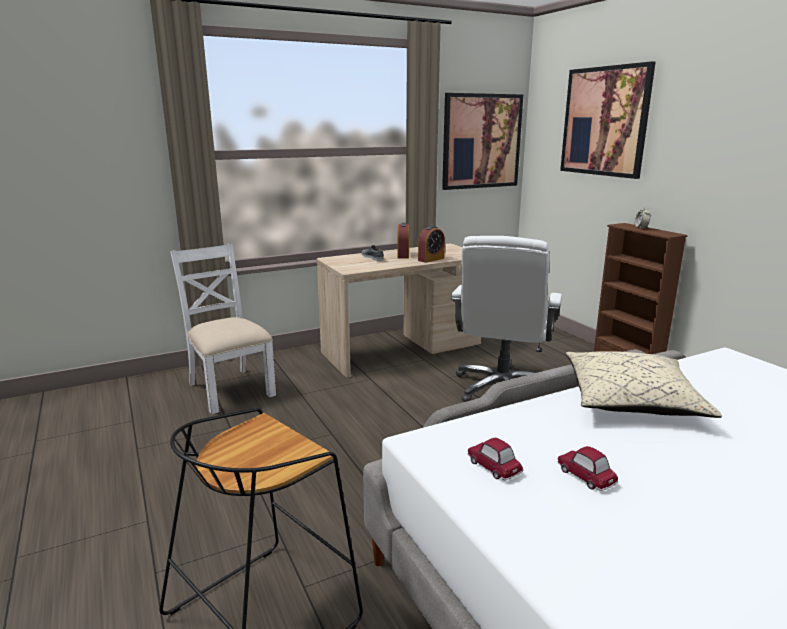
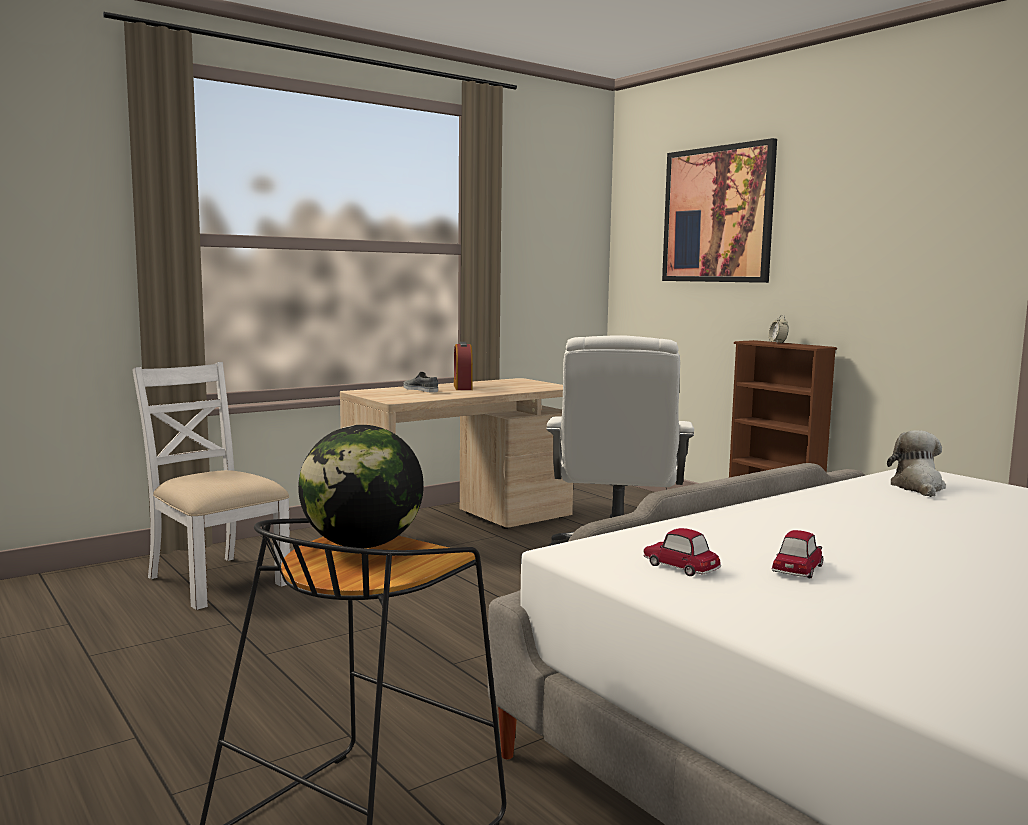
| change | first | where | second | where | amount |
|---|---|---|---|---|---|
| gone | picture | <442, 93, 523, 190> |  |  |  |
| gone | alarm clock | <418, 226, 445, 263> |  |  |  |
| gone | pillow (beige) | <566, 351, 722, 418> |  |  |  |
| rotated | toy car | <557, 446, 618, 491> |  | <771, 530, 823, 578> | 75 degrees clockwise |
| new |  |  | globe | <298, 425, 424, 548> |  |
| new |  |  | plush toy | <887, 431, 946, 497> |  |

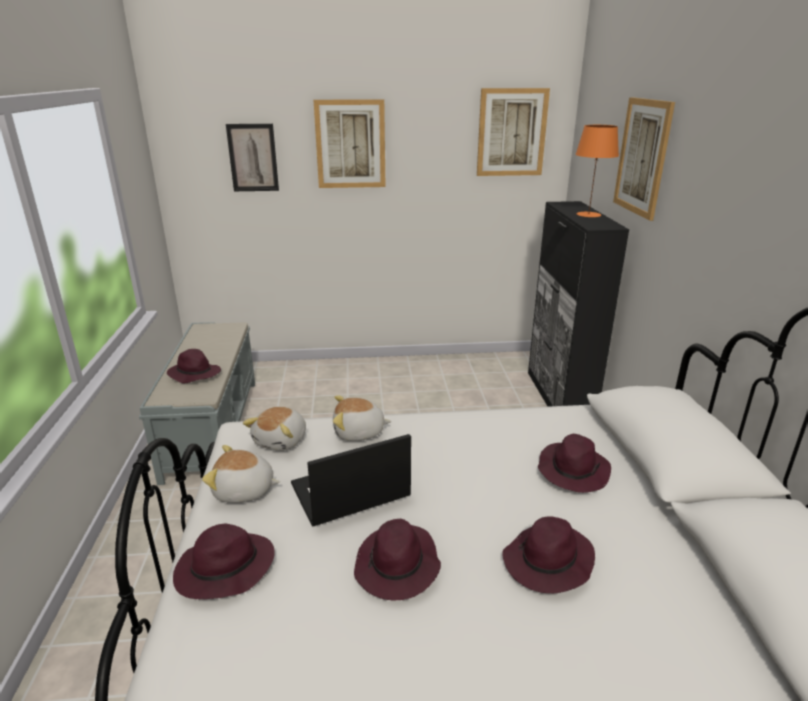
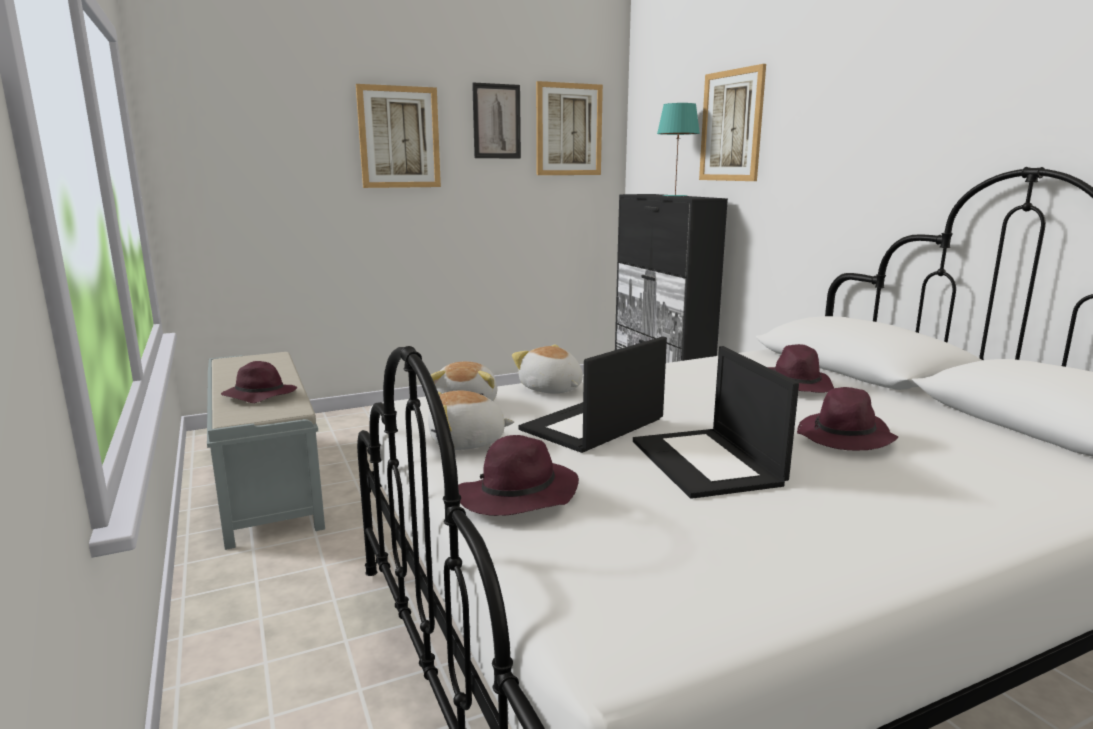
| change | first | where | second | where | amount |
|---|---|---|---|---|---|
| shifted | picture | <226, 124, 279, 191> |  | <472, 82, 521, 158> |  |
| repainted | table lamp (orange) | <575, 125, 619, 217> | table lamp (turquoise) | <657, 103, 700, 196> |  |
| rotated | plush toy | <333, 395, 392, 441> |  | <512, 345, 583, 393> | 75 degrees clockwise |
| swapped | hat (purple) | <354, 519, 441, 600> | laptop | <633, 346, 799, 499> |  |

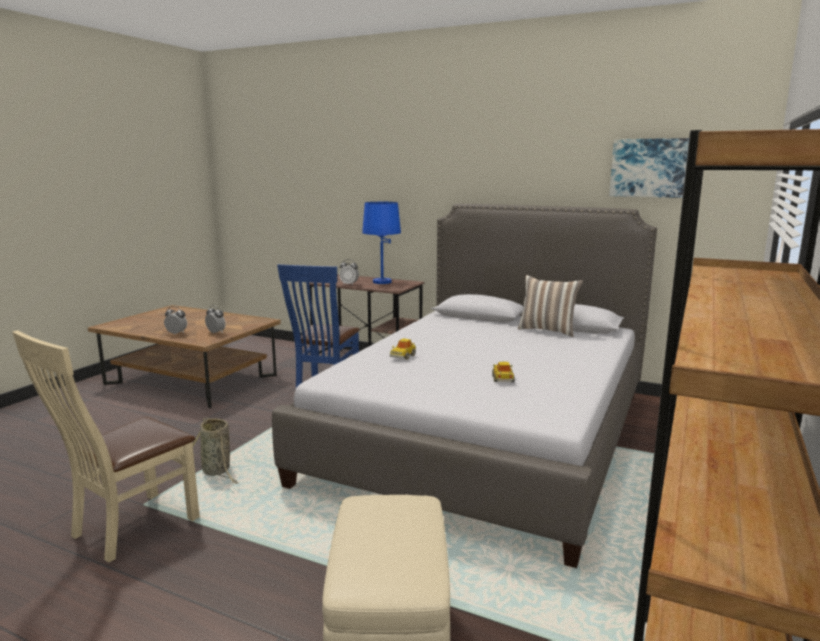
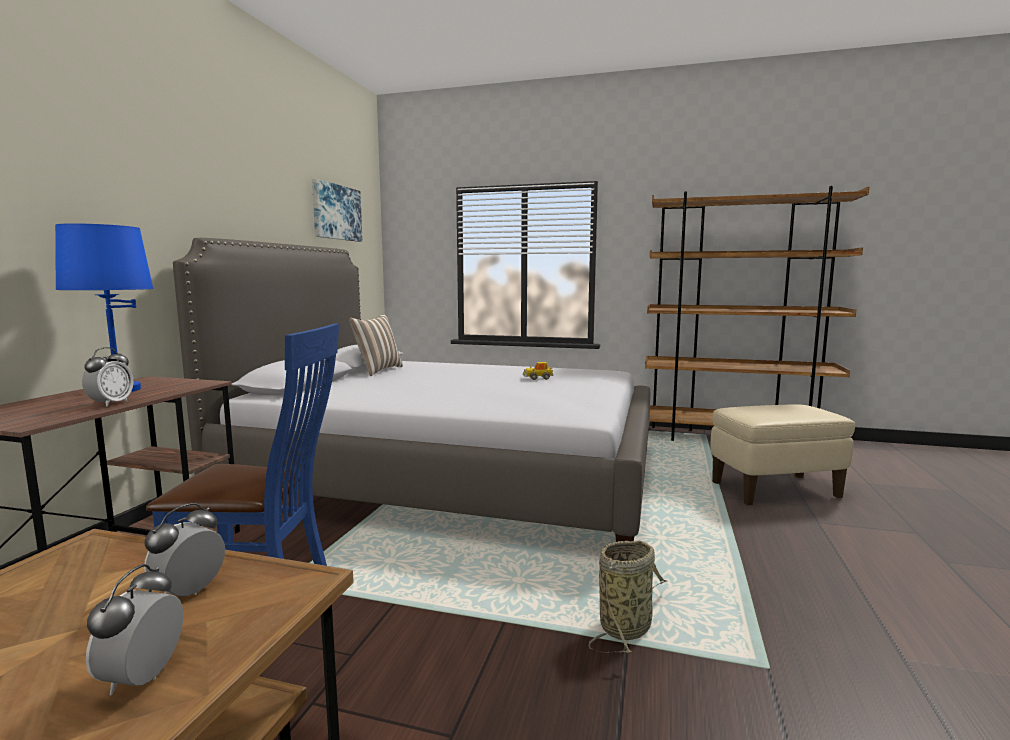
| change | first | where | second | where | amount |
|---|---|---|---|---|---|
| gone | chair (beige) | <12, 330, 200, 563> |  |  |  |
| gone | toy car | <390, 338, 416, 360> |  |  |  |

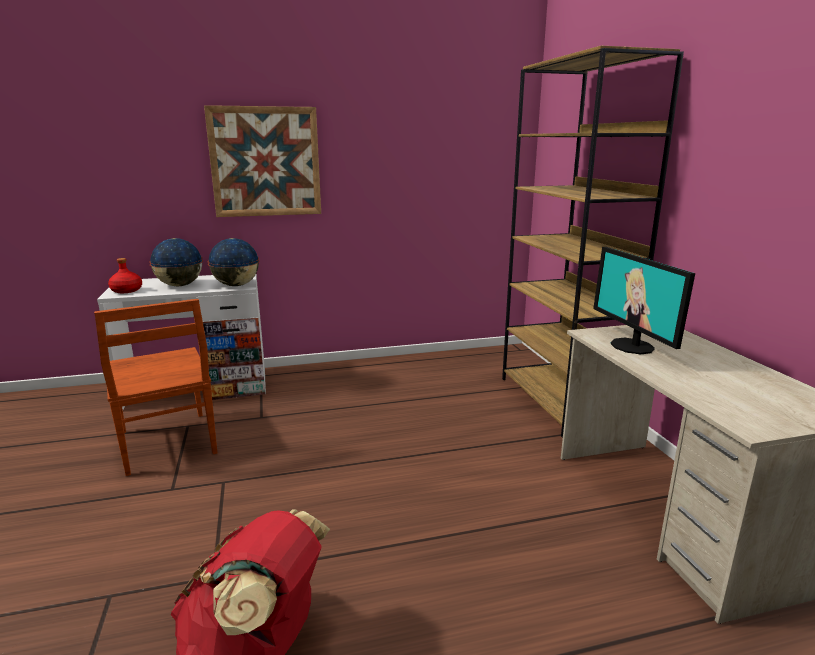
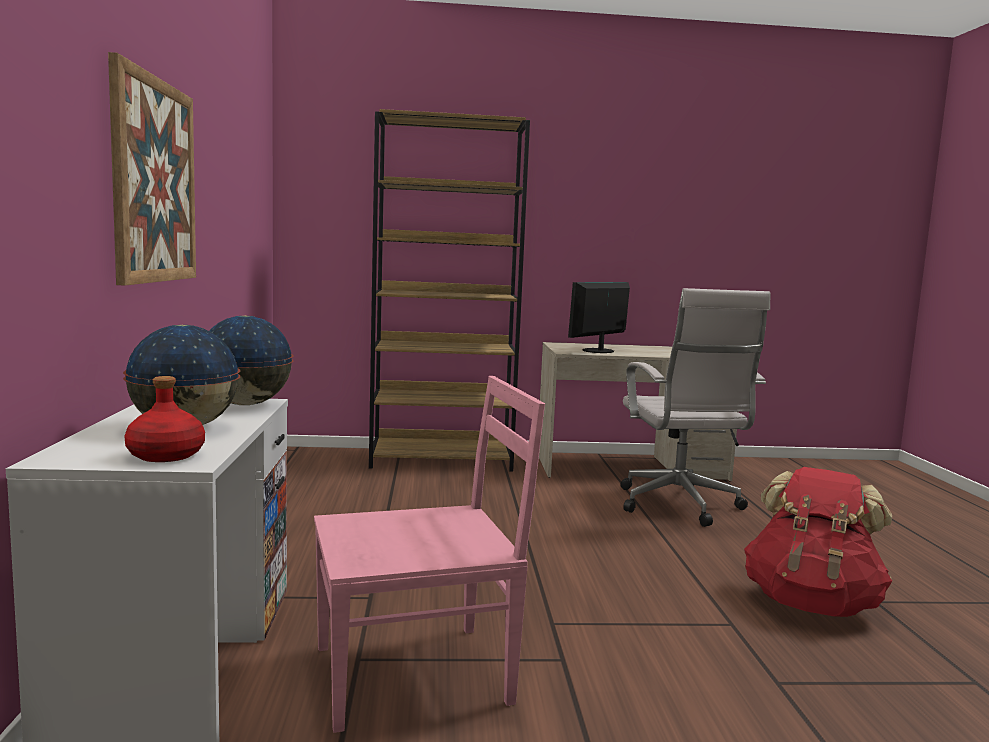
| change | first | where | second | where | amount |
|---|---|---|---|---|---|
| rotated | monitor | <593, 247, 695, 354> |  | <568, 282, 630, 353> | 135 degrees clockwise |
| repainted | chair (brown) | <94, 299, 217, 476> | chair (pink) | <314, 376, 545, 733> |  |
| new |  |  | office chair (white) | <620, 288, 771, 527> |  |

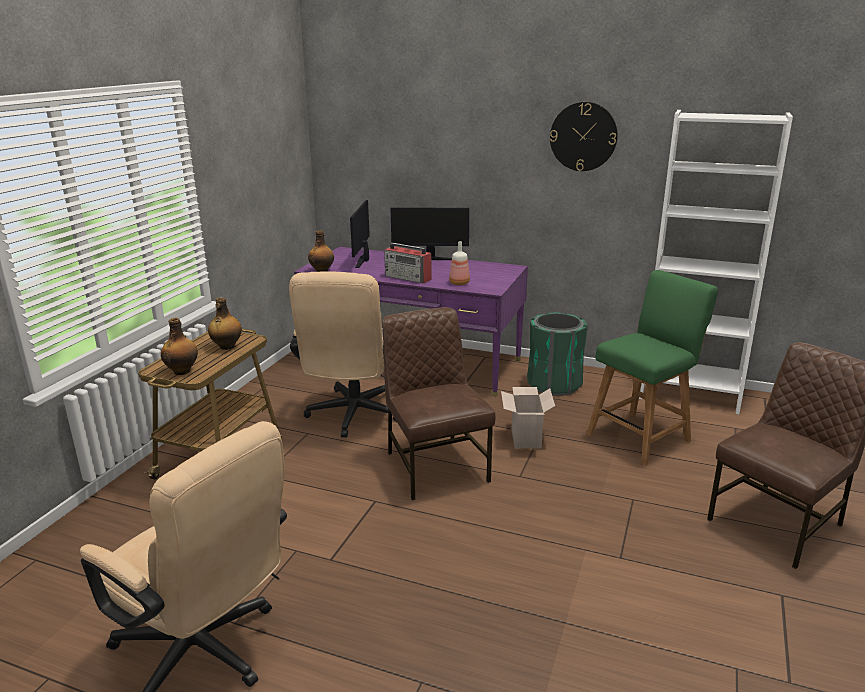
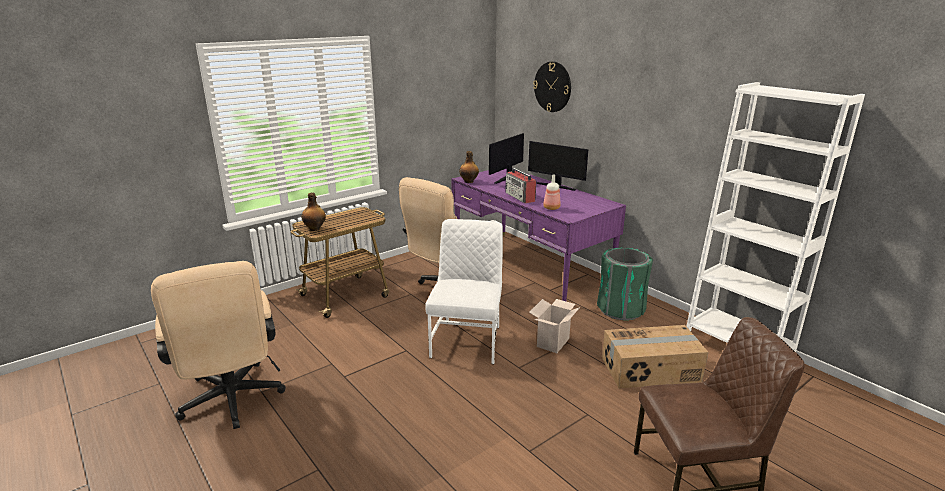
| change | first | where | second | where | amount |
|---|---|---|---|---|---|
| shifted | wall clock | <550, 102, 618, 171> |  | <533, 62, 571, 112> |  |
| swapped | chair (green) | <587, 270, 718, 466> | cardboard box | <602, 325, 708, 389> |  |
| gone | bottle | <208, 297, 242, 350> |  |  |  |
| repainted | chair (brown) | <382, 307, 495, 500> | chair (white) | <426, 219, 503, 364> |  |

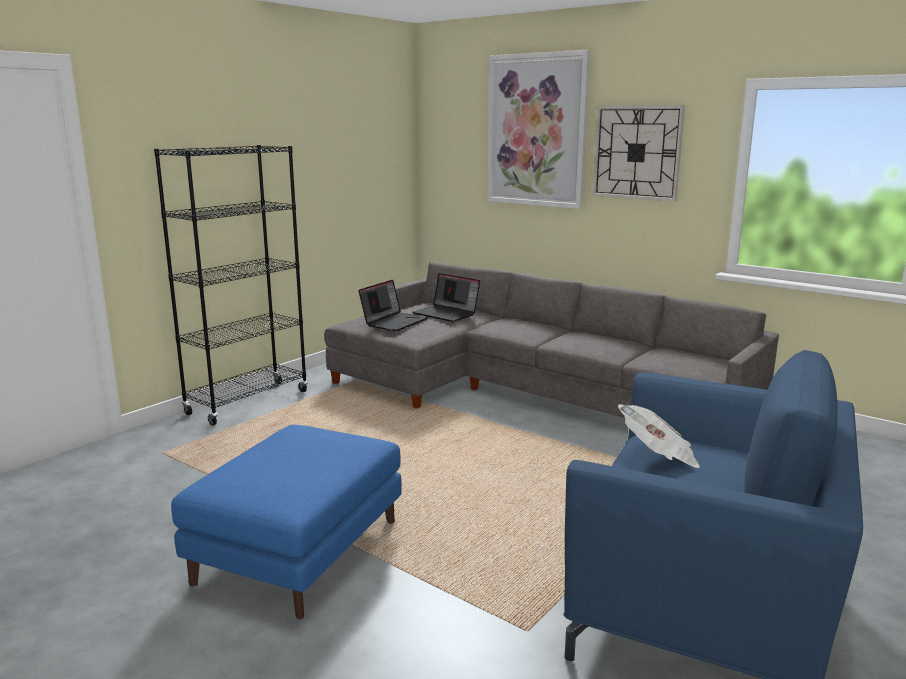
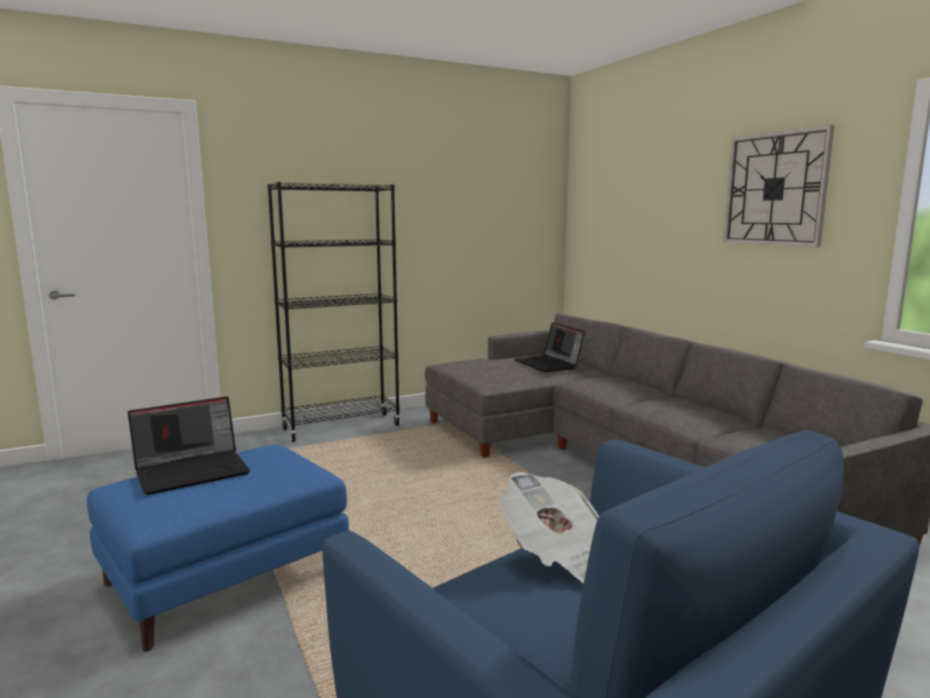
| change | first | where | second | where | amount |
|---|---|---|---|---|---|
| gone | picture | <487, 50, 590, 209> |  |  |  |
| shifted | laptop | <358, 280, 428, 331> |  | <128, 396, 250, 495> |  |

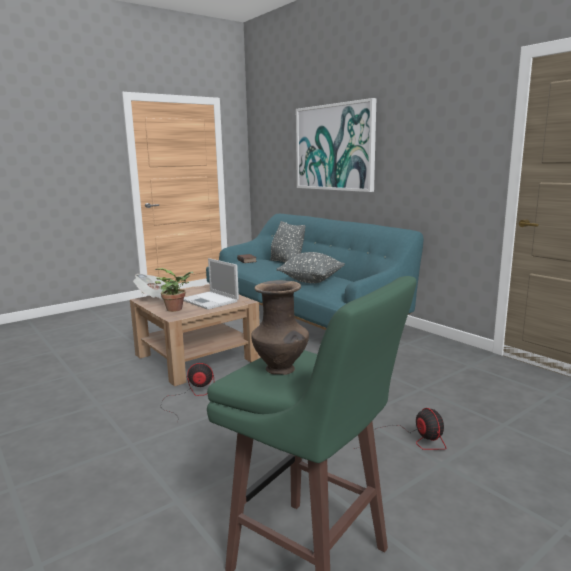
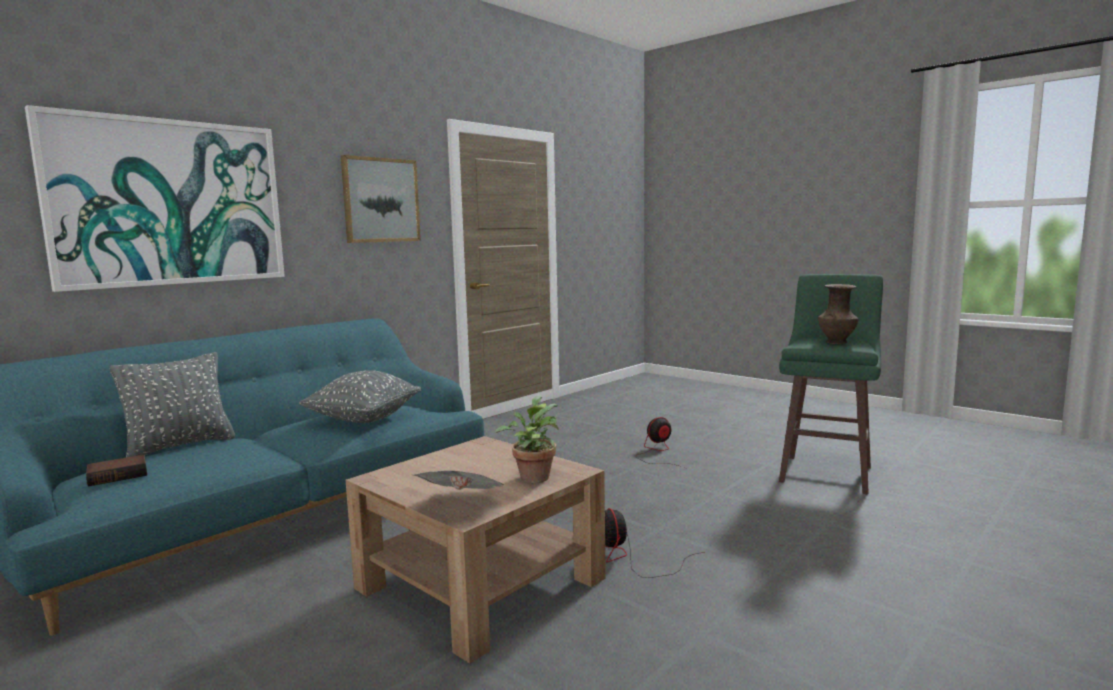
| change | first | where | second | where | amount |
|---|---|---|---|---|---|
| gone | laptop | <184, 258, 239, 310> |  |  |  |
| new |  |  | picture | <341, 155, 421, 243> |  |

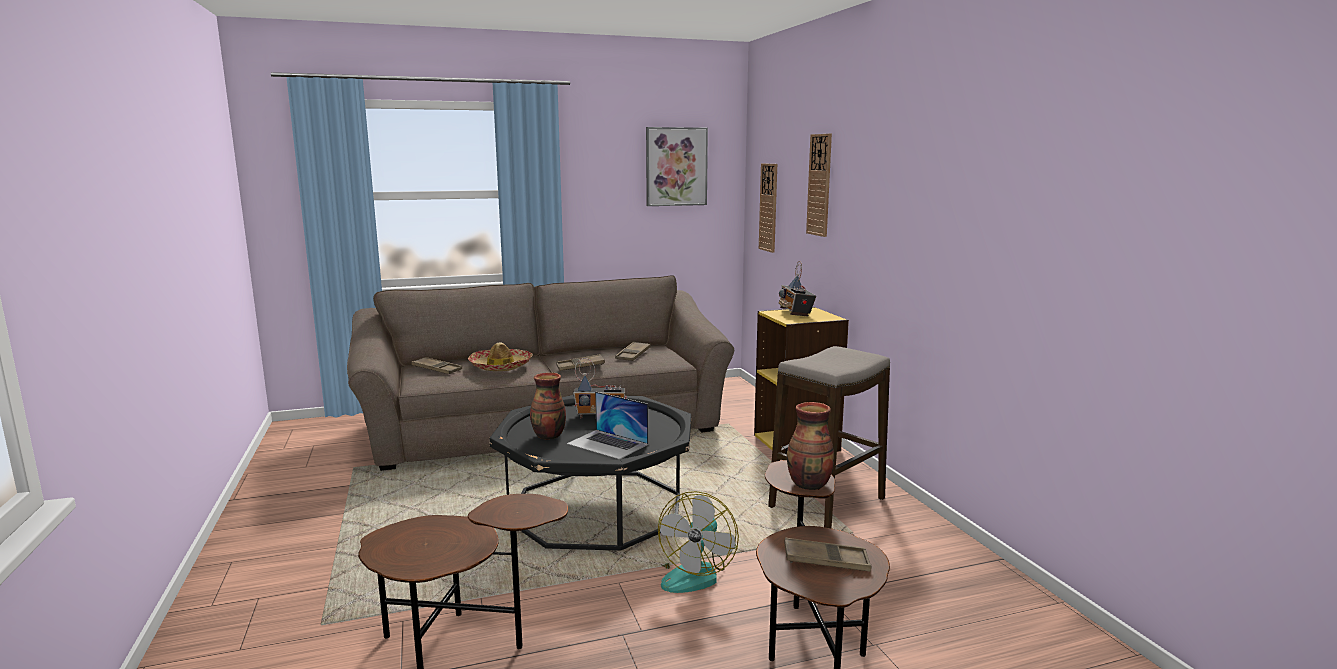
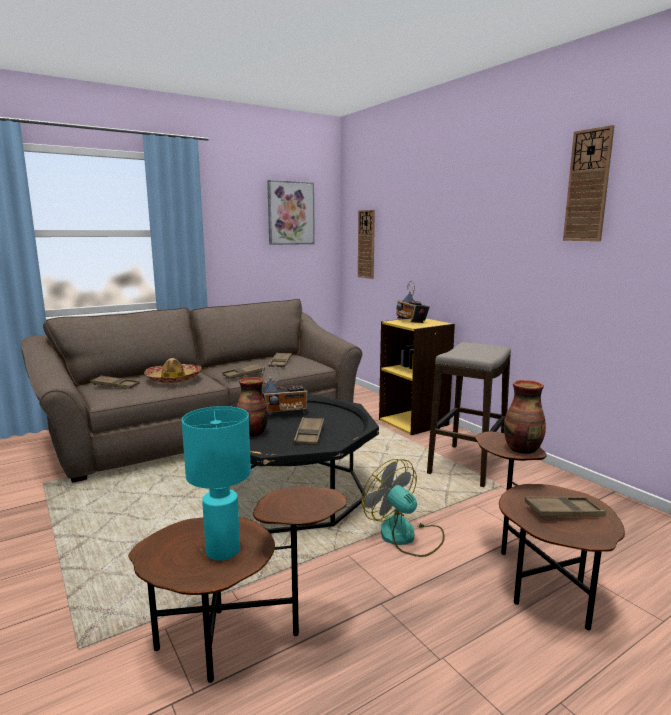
| change | first | where | second | where | amount |
|---|---|---|---|---|---|
| shifted | wall clock | <806, 134, 832, 237> |  | <563, 125, 615, 241> |  |
| swapped | laptop | <567, 391, 648, 459> | tray (brown) | <294, 417, 324, 445> |  |
| rotated | fan | <658, 491, 739, 593> |  | <361, 459, 445, 557> | 135 degrees clockwise |
| new |  |  | table lamp (turquoise) | <182, 406, 251, 560> |  |

